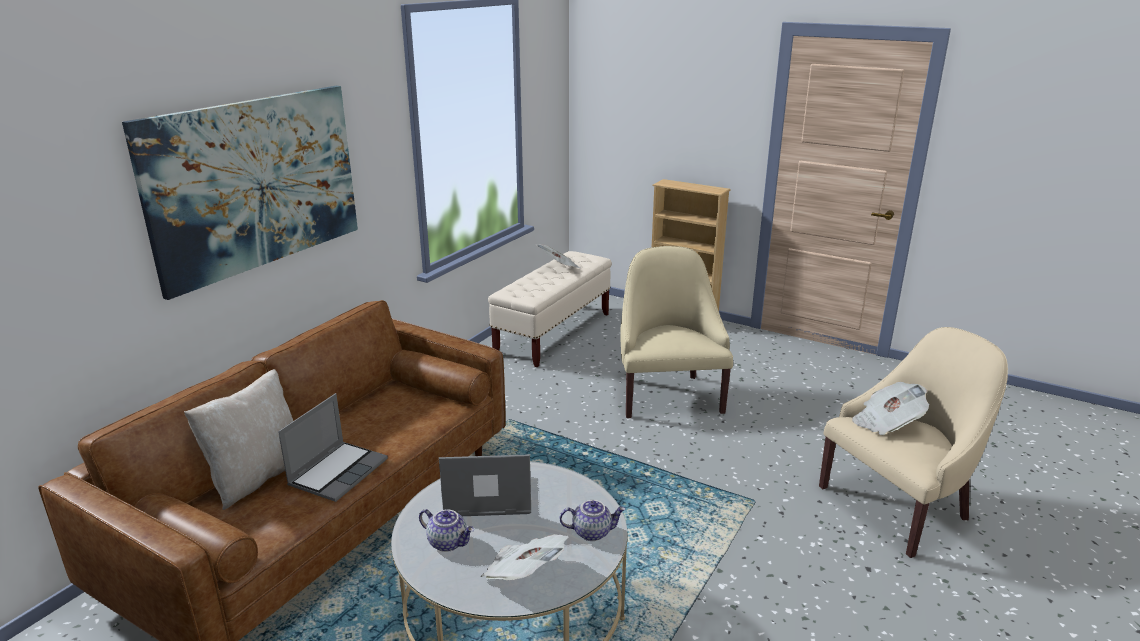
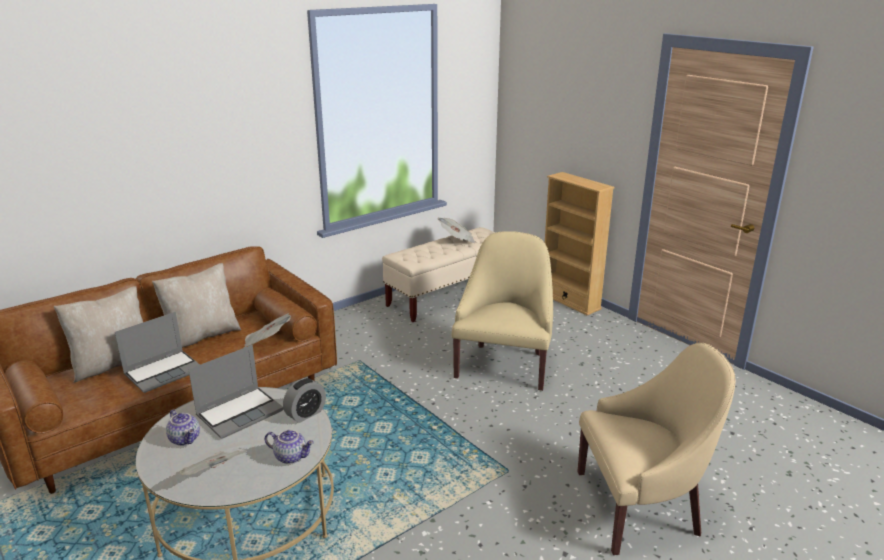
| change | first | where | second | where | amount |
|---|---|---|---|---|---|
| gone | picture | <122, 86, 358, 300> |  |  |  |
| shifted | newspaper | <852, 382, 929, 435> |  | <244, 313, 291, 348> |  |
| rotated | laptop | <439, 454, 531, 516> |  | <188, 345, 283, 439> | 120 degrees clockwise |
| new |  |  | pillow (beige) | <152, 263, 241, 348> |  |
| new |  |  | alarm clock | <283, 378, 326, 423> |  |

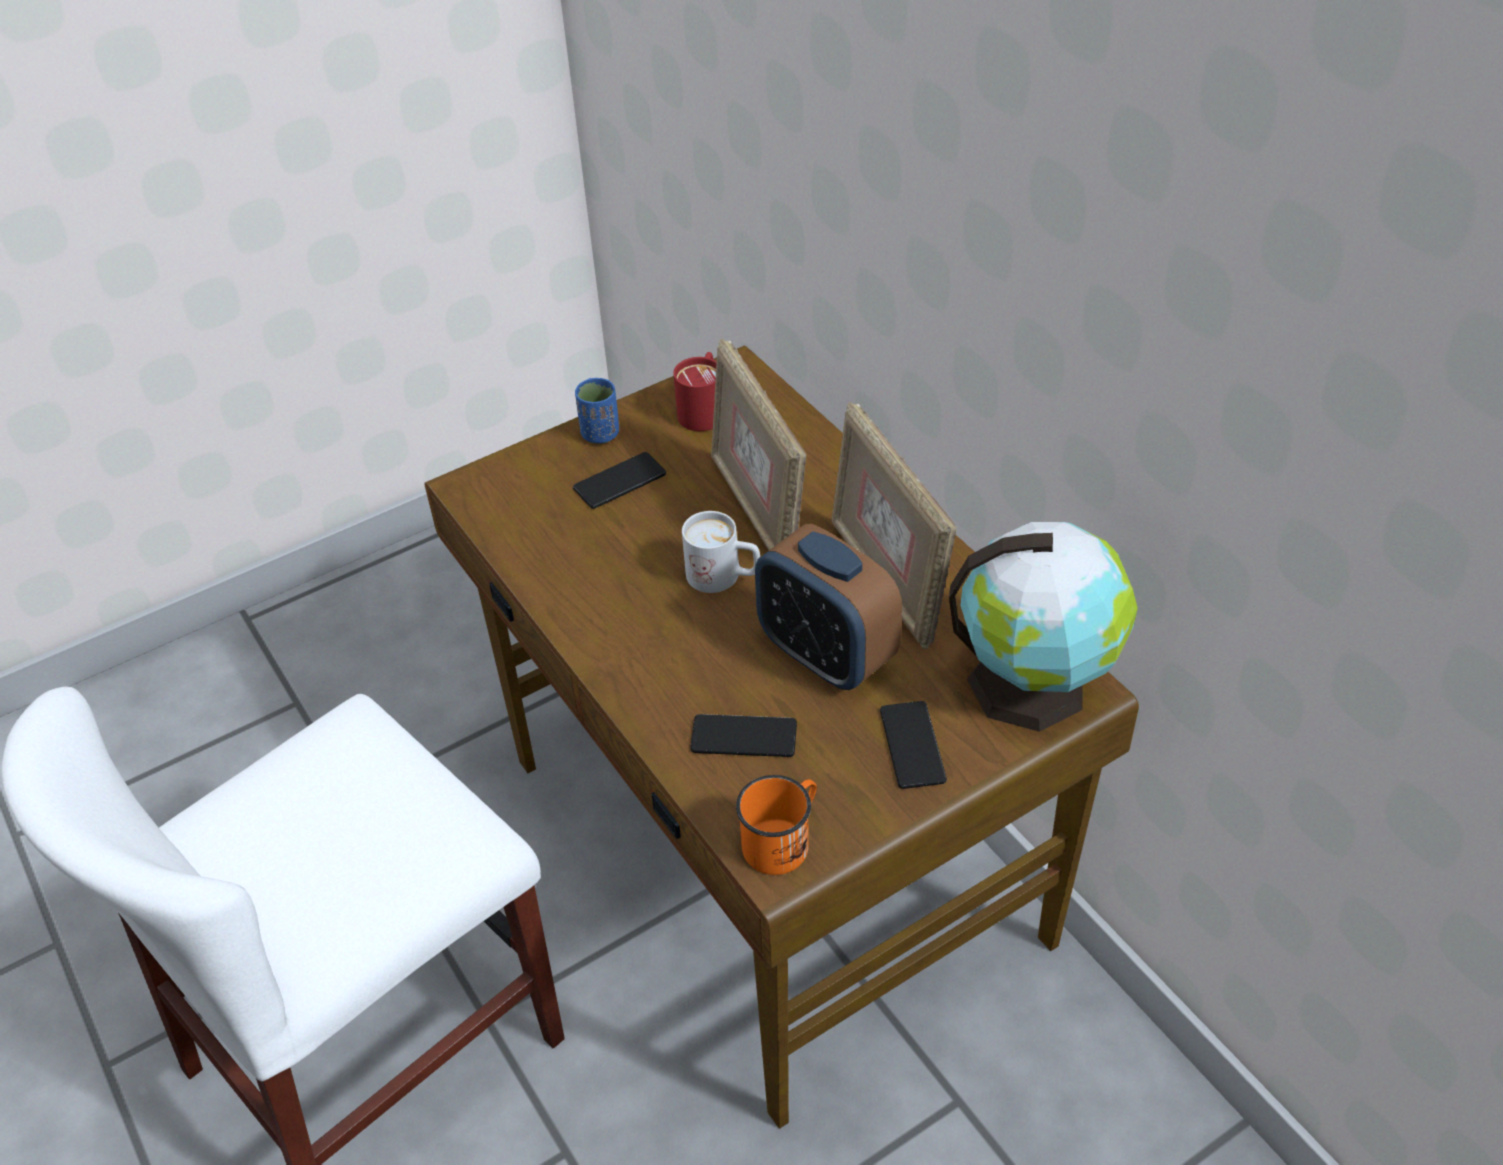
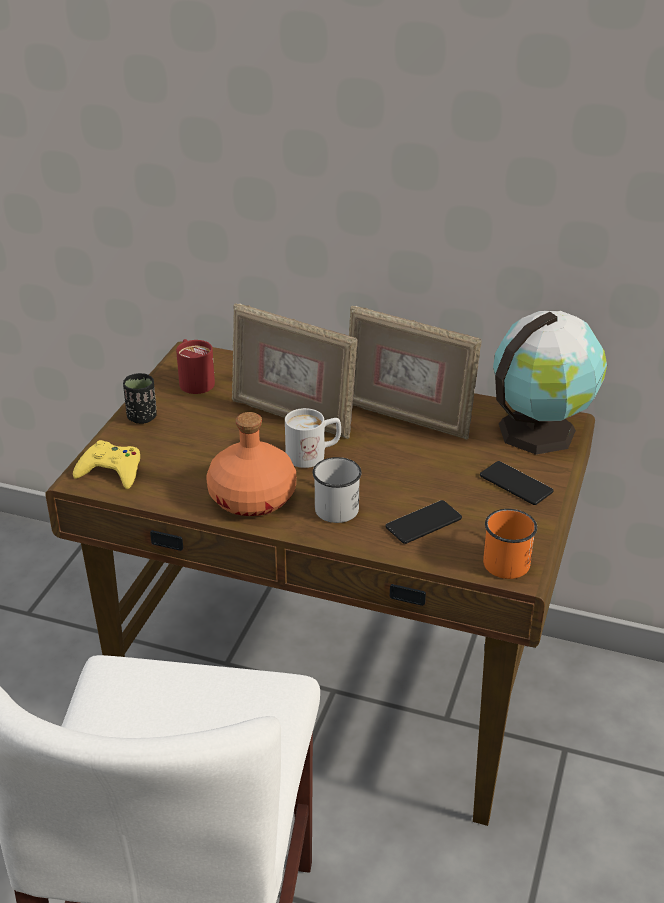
| change | first | where | second | where | amount |
|---|---|---|---|---|---|
| repainted | cup (blue) | <575, 378, 619, 444> | cup (black) | <123, 373, 157, 424> |  |
| gone | phone | <573, 452, 666, 509> |  |  |  |
| gone | alarm clock | <755, 524, 902, 690> |  |  |  |
| new |  |  | bottle (orange) | <206, 412, 296, 516> |  |
| new |  |  | game controller (yellow) | <73, 440, 140, 489> |  |
| new |  |  | mug (white) | <313, 457, 362, 523> |  |

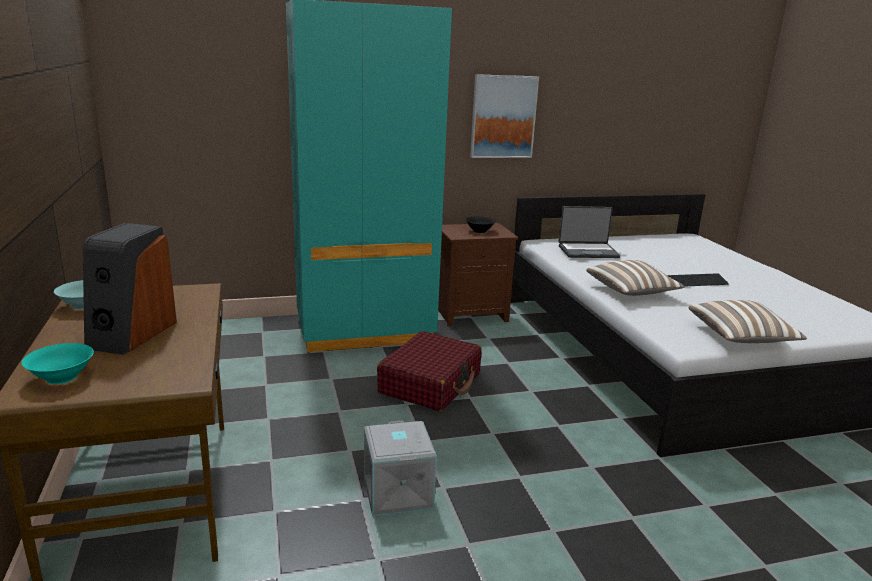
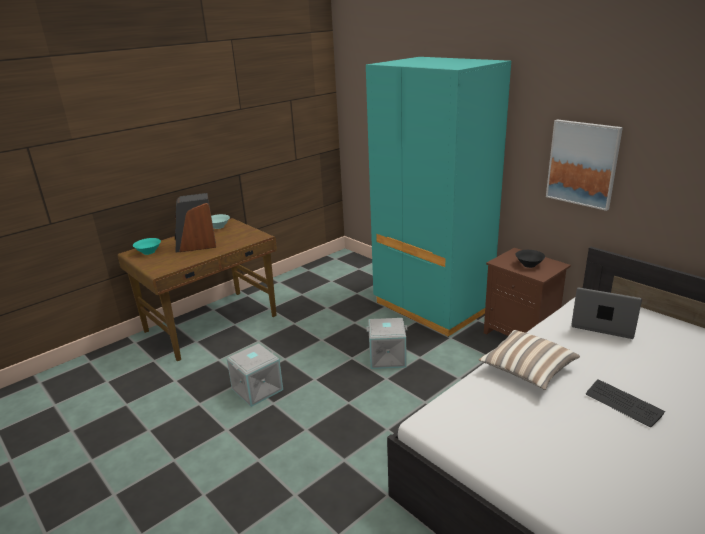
| change | first | where | second | where | amount |
|---|---|---|---|---|---|
| rotated | laptop | <559, 206, 620, 258> |  | <571, 287, 642, 339> | 150 degrees clockwise |
| gone | pillow | <688, 300, 807, 343> |  |  |  |
| swapped | suitcase (red) | <377, 331, 481, 411> | storage box (grey) | <366, 318, 407, 369> |  |

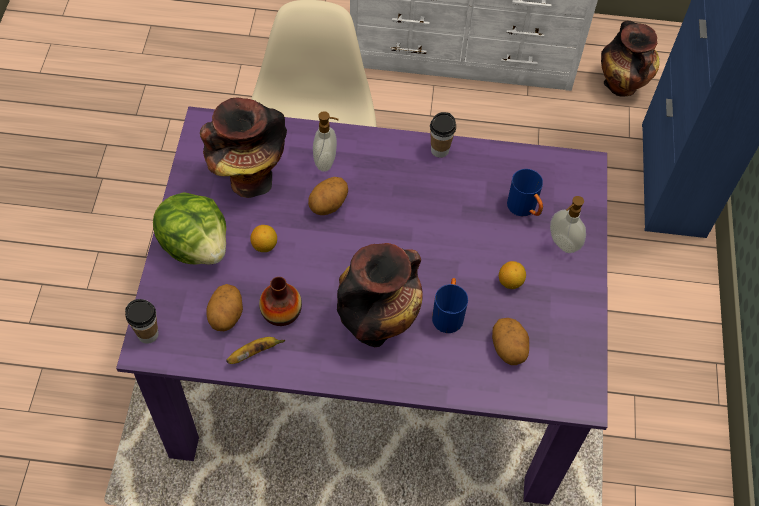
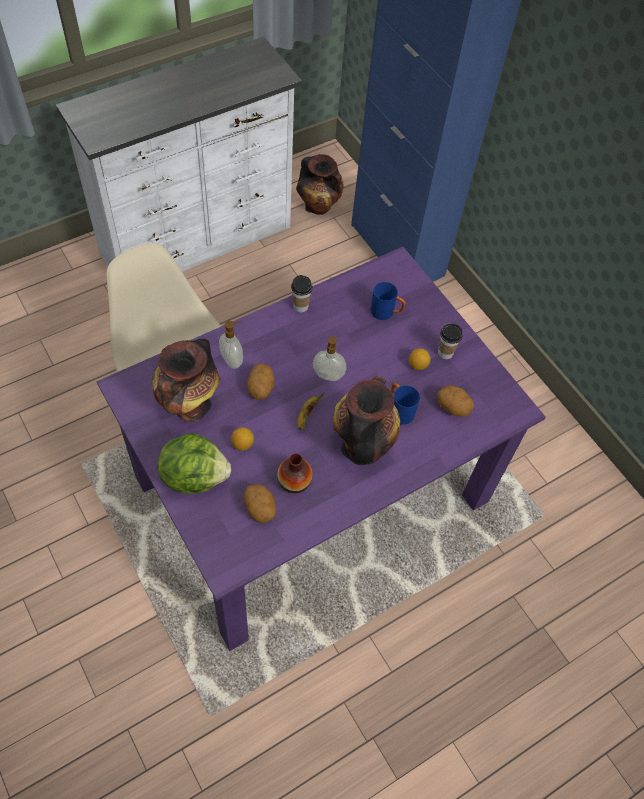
| change | first | where | second | where | amount |
|---|---|---|---|---|---|
| shifted | soap dispenser | <550, 196, 586, 253> |  | <313, 336, 346, 381> |  |
| shifted | cup | <125, 299, 159, 344> |  | <438, 323, 463, 359> |  |
| shifted | banana | <226, 337, 285, 364> |  | <297, 392, 325, 430> |  |

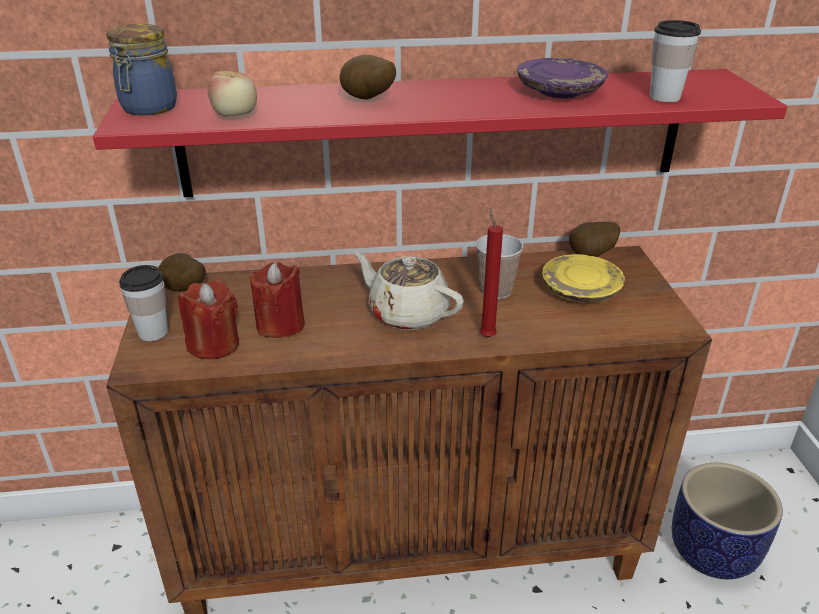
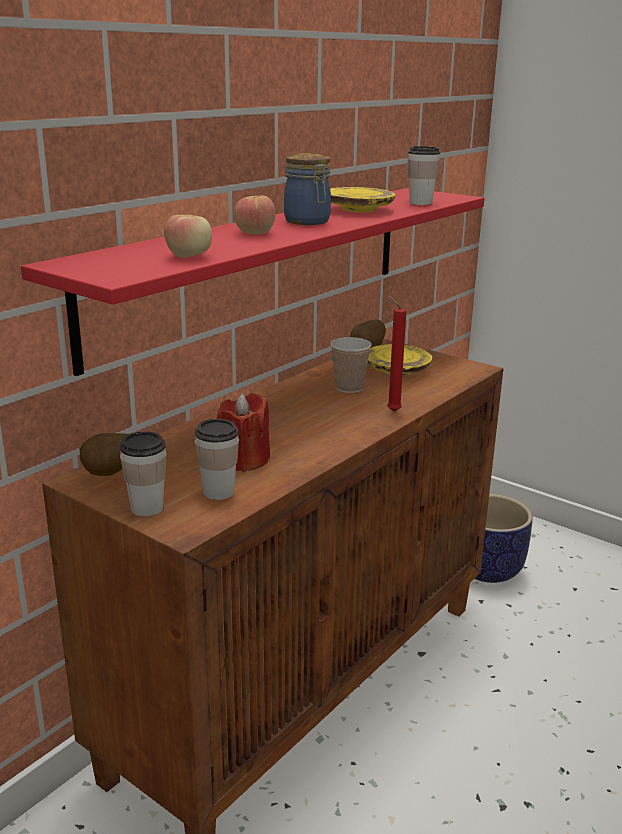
| change | first | where | second | where | amount |
|---|---|---|---|---|---|
| shifted | jar | <106, 24, 177, 116> |  | <284, 153, 331, 225> |  |
| swapped | potato | <339, 55, 396, 99> | apple | <234, 195, 276, 234> |  |
| repainted | plate (purple) | <517, 58, 608, 98> | plate (yellow) | <330, 187, 395, 213> |  |
| gone | teapot (beige) | <353, 251, 464, 330> |  |  |  |
| swapped | candle (red) | <179, 280, 239, 359> | cup | <195, 419, 239, 500> |  |

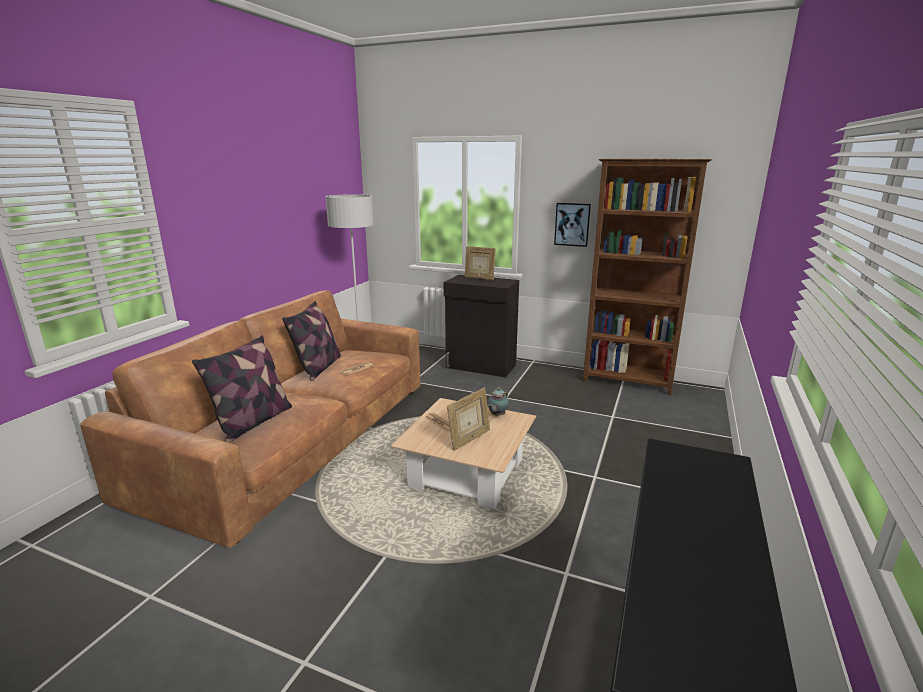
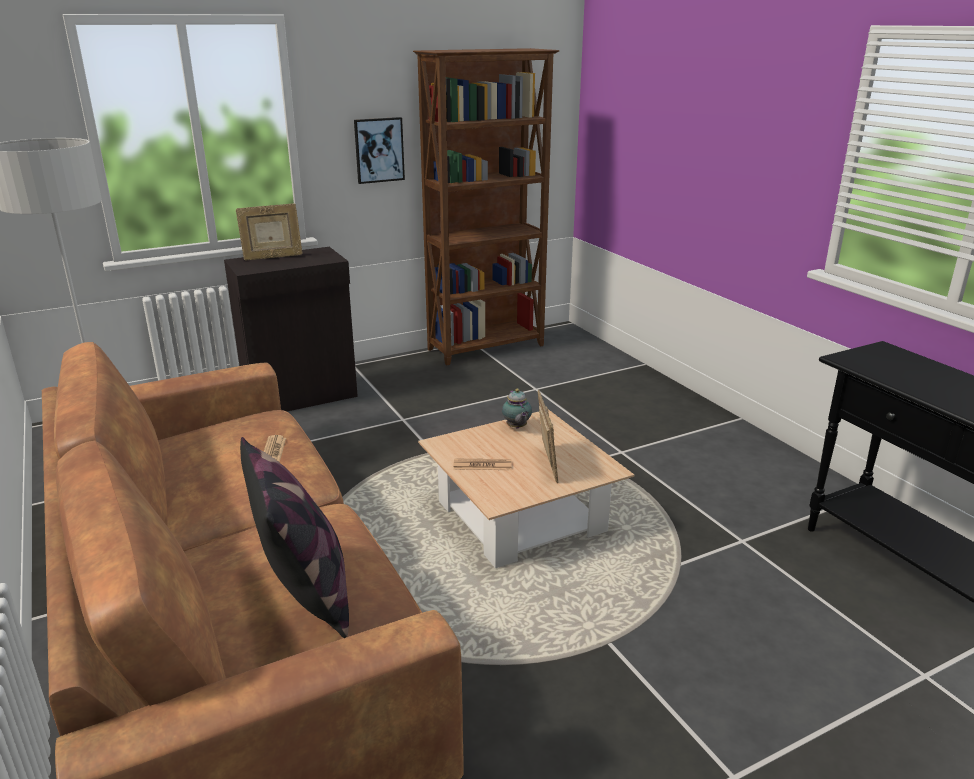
| change | first | where | second | where | amount |
|---|---|---|---|---|---|
| gone | pillow | <282, 301, 341, 381> |  |  |  |

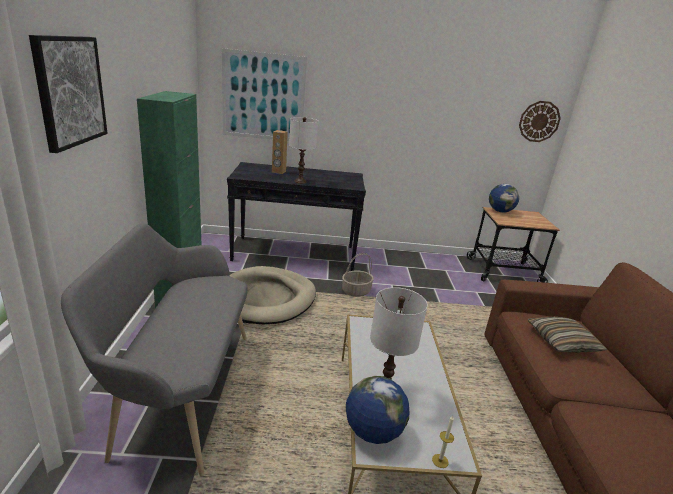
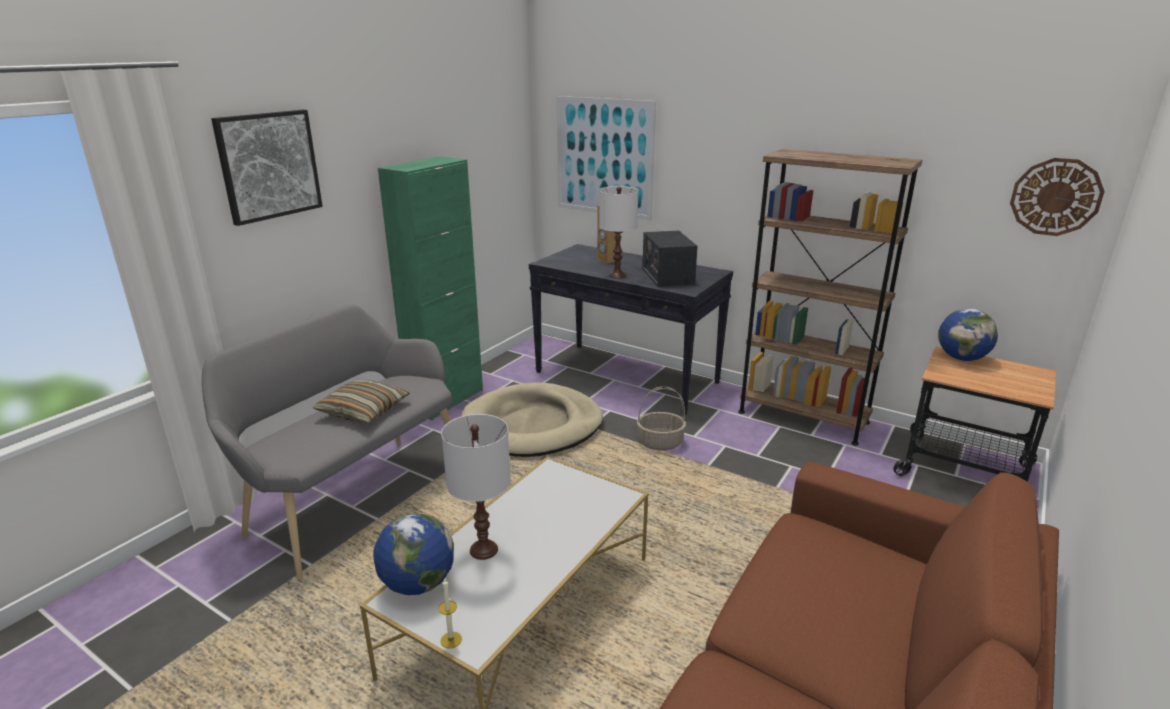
| change | first | where | second | where | amount |
|---|---|---|---|---|---|
| shifted | pillow | <528, 317, 607, 353> |  | <313, 380, 410, 422> |  |
| new |  |  | bookcase (brown) | <738, 149, 922, 446> |  |
| new |  |  | radio | <642, 231, 698, 287> |  |

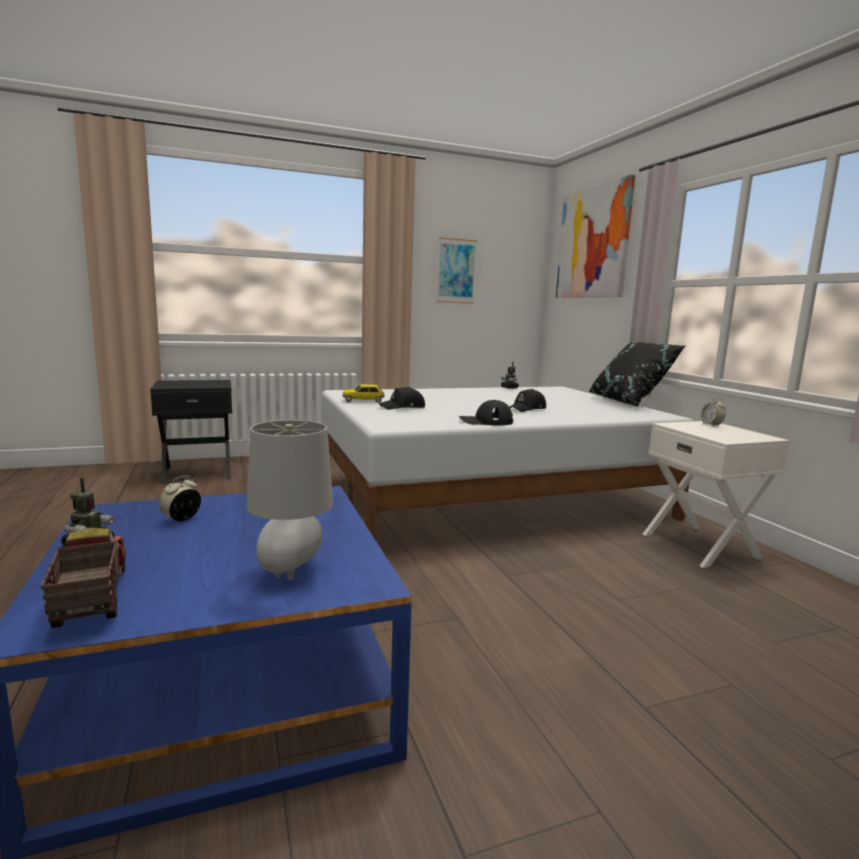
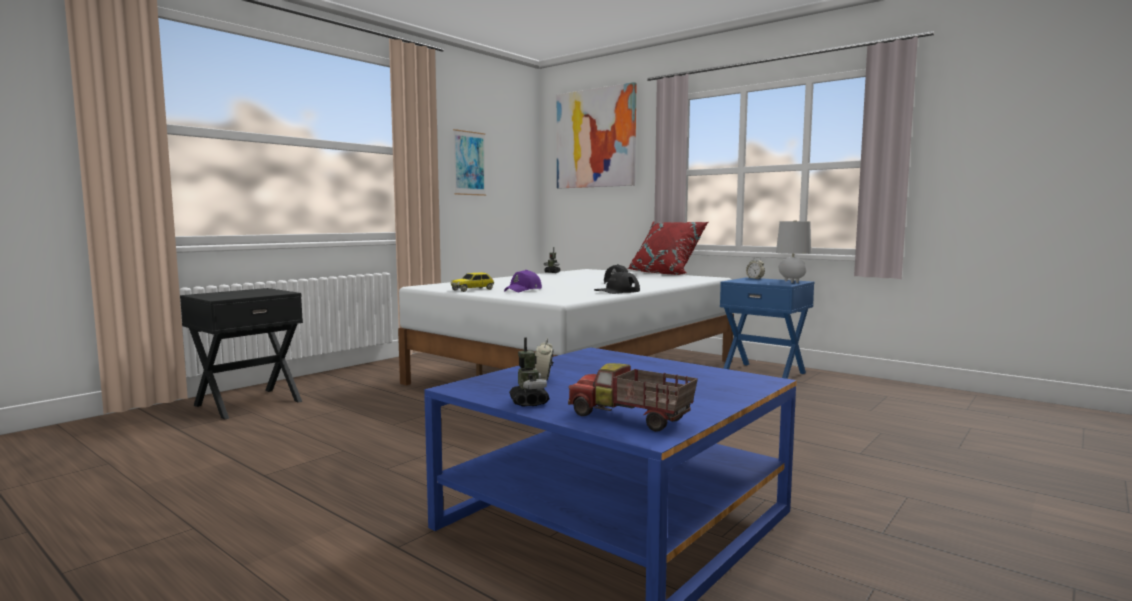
| change | first | where | second | where | amount |
|---|---|---|---|---|---|
| repainted | pillow (black) | <589, 342, 685, 406> | pillow (red) | <627, 221, 708, 275> |  |
| repainted | cap (black) | <379, 387, 425, 410> | cap (purple) | <504, 270, 542, 292> |  |
| shifted | table lamp (grey) | <247, 420, 333, 580> |  | <776, 220, 811, 283> |  |
| repainted | nightstand (white) | <643, 421, 790, 568> | nightstand (blue) | <720, 277, 814, 379> |  |

